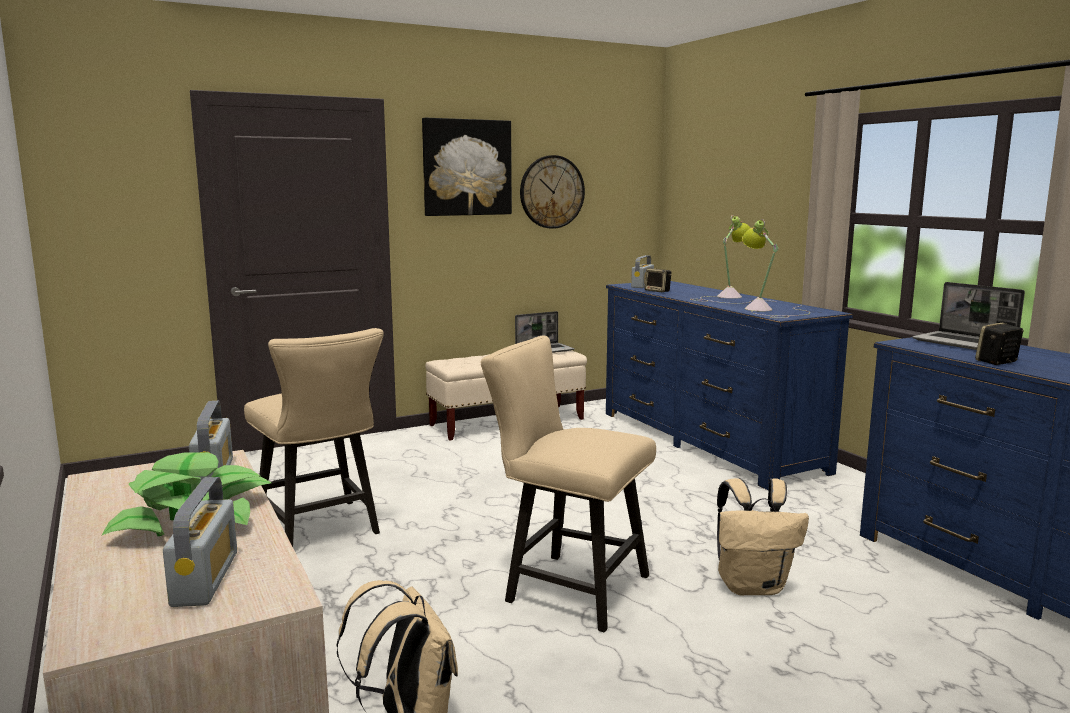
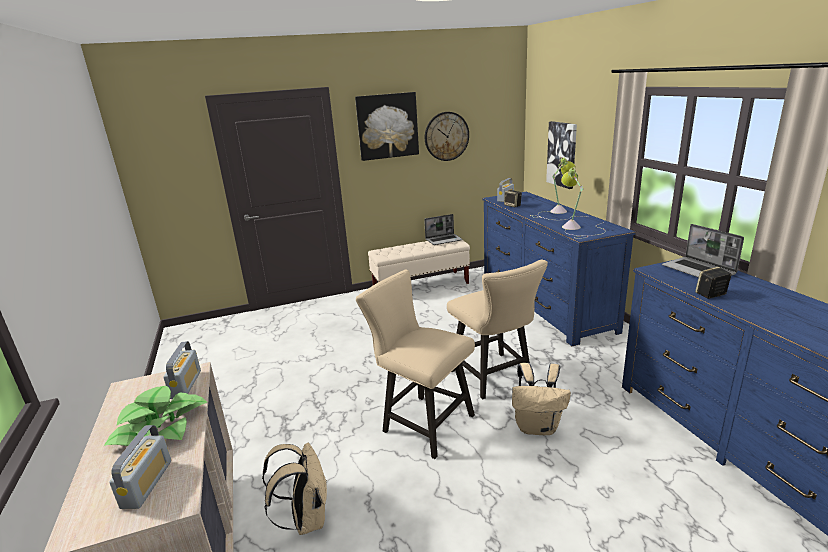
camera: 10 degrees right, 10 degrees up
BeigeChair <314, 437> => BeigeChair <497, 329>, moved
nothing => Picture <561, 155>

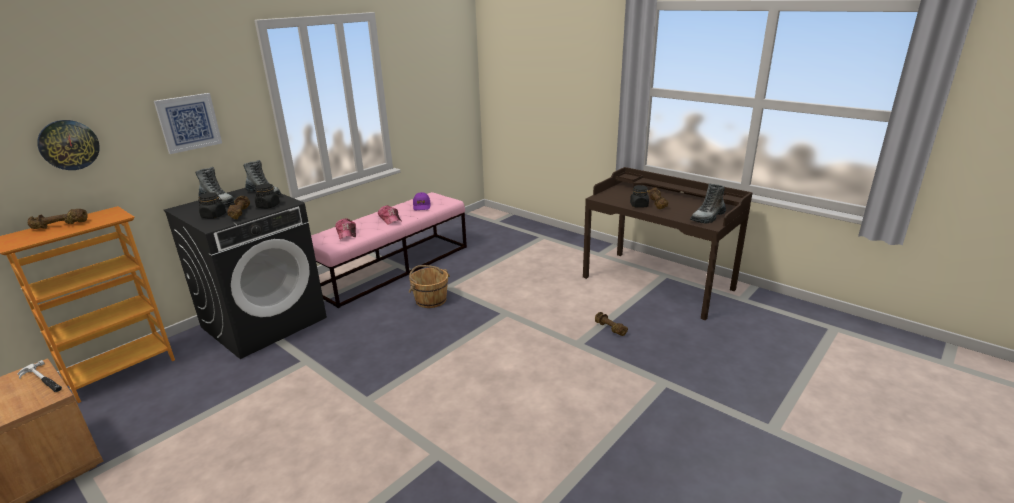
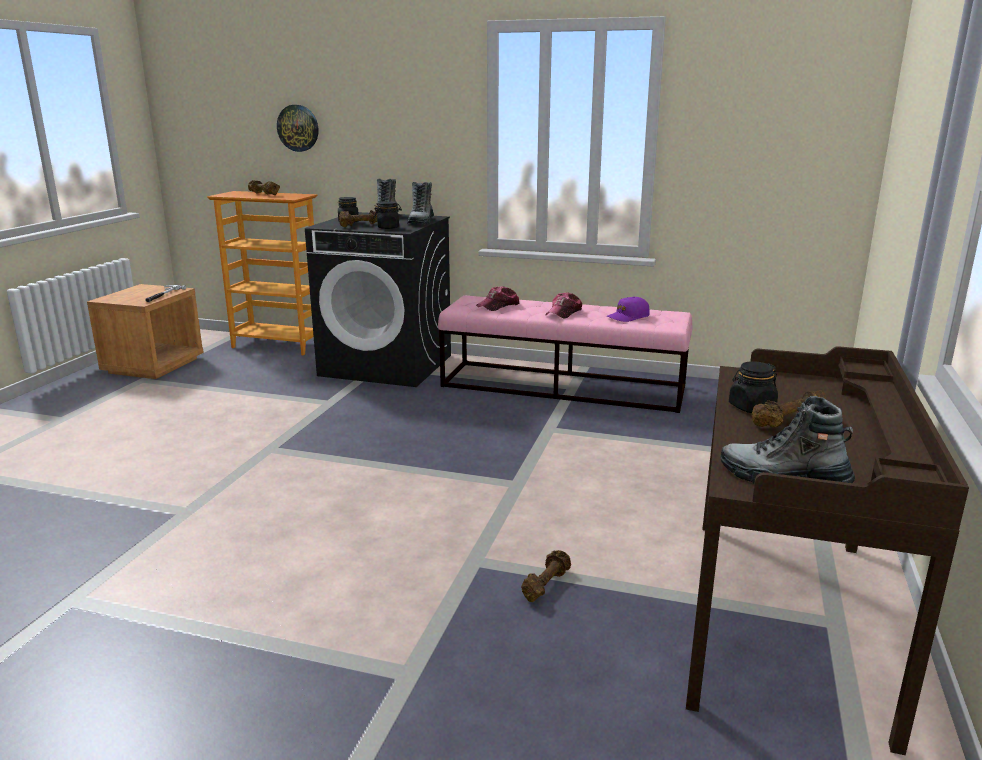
camera: 65 degrees right, 5 degrees down
Picture <188, 123> => nothing
BrownBucket <429, 286> => nothing

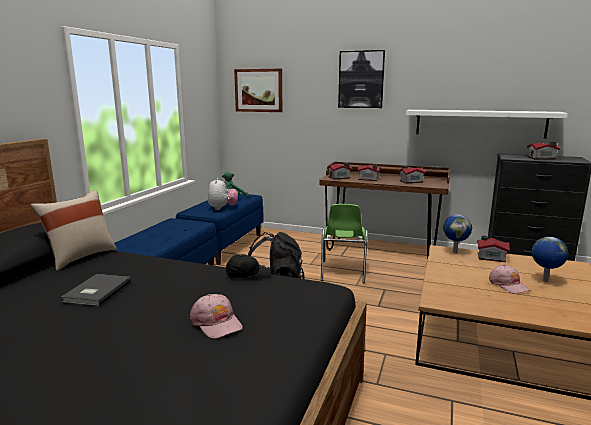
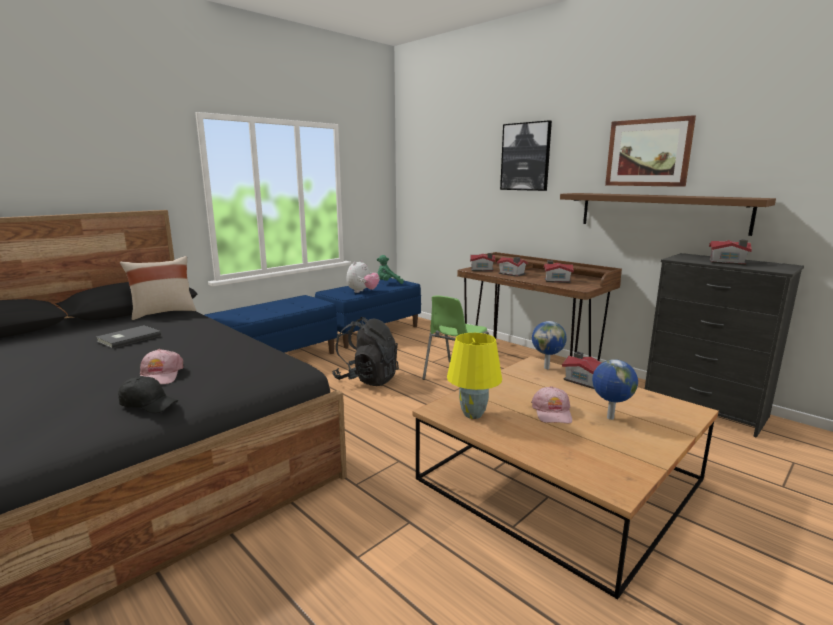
camera: 25 degrees right, 0 degrees up
Picture <258, 90> => Picture <650, 151>, moved
WhiteShelf <487, 124> => BrownShelf <668, 214>
BlackCap <248, 266> => BlackCap <148, 394>, moved
nothing => YellowTableLamp <474, 376>

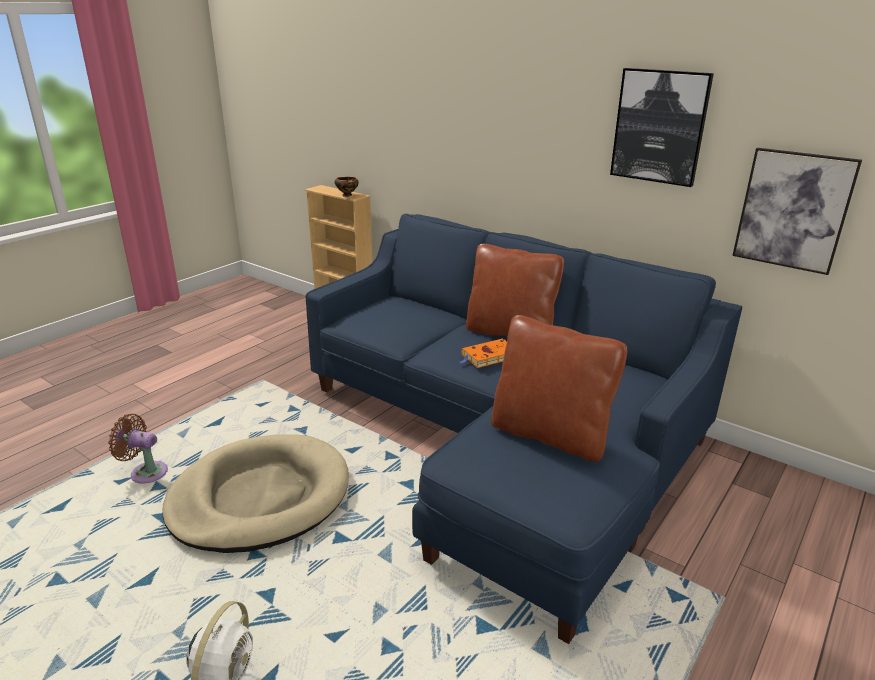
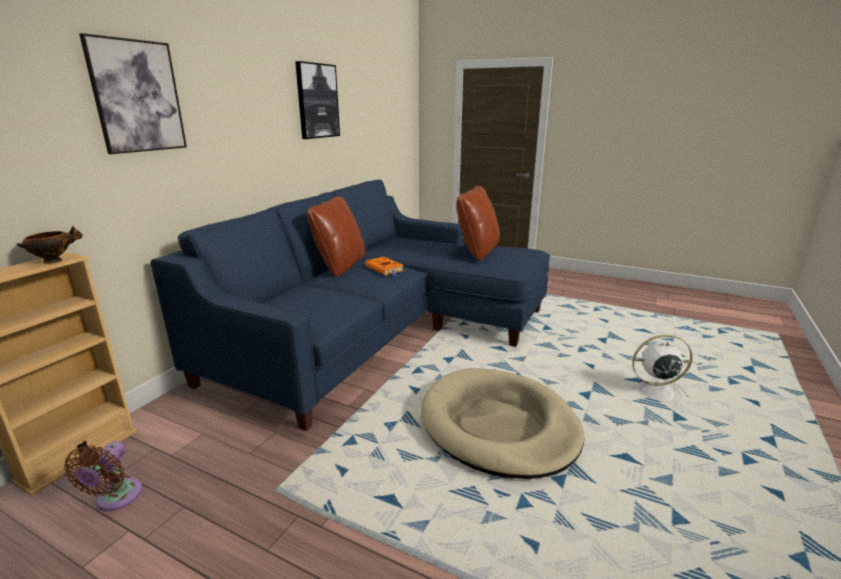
camera: 100 degrees left, 5 degrees down
Picture <797, 211> => Picture <133, 93>, moved
BrownFan <138, 449> => BrownFan <103, 476>, moved

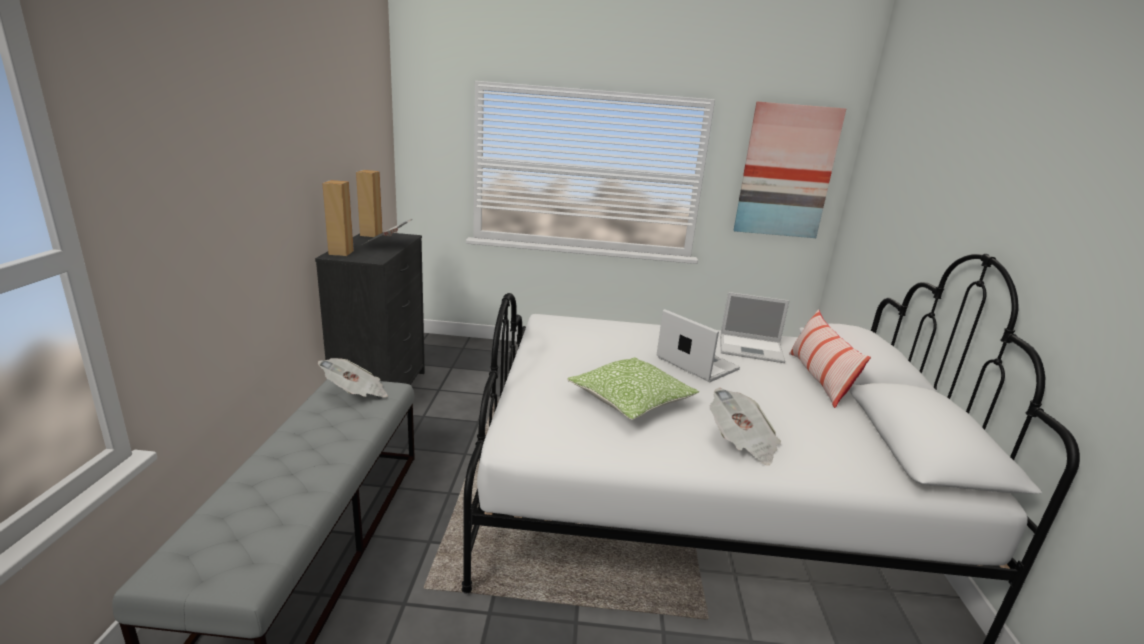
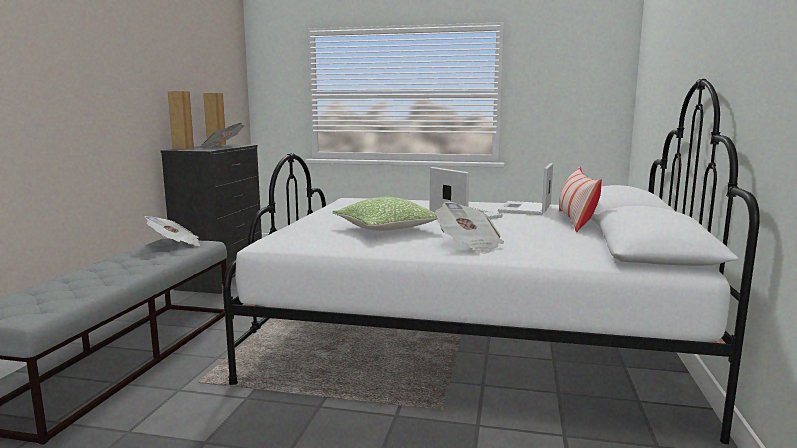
camera: 10 degrees right, 10 degrees down
Picture <790, 169> => nothing
Laptop <755, 327> => Laptop <525, 189>, 90 degrees clockwise

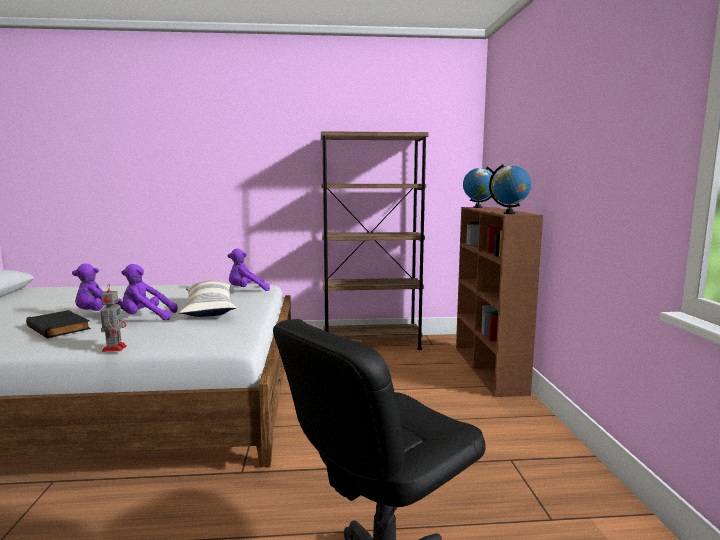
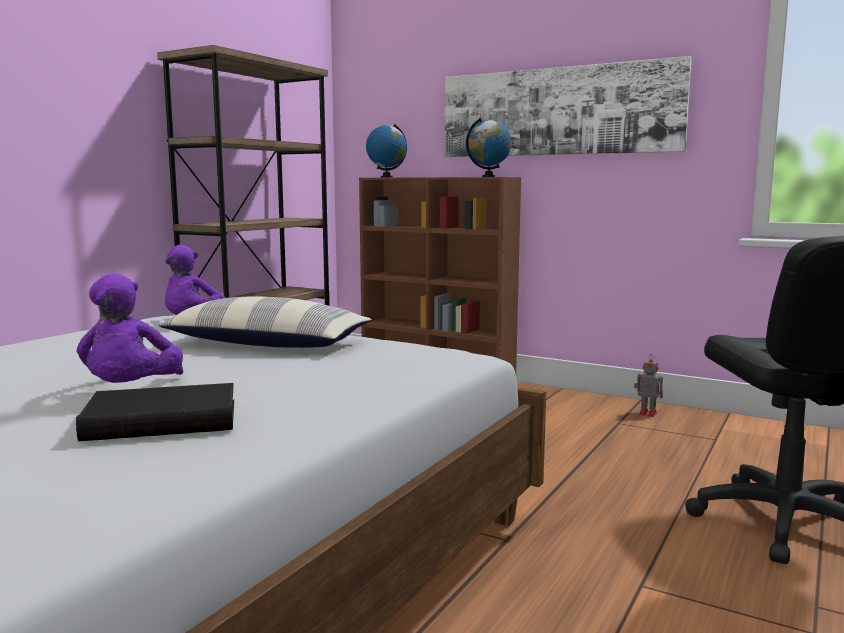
camera: 55 degrees left, 0 degrees up
PurplePlushToy <150, 292> => nothing
ToyRobot <114, 318> => ToyRobot <648, 385>, moved
nothing => Picture <568, 106>

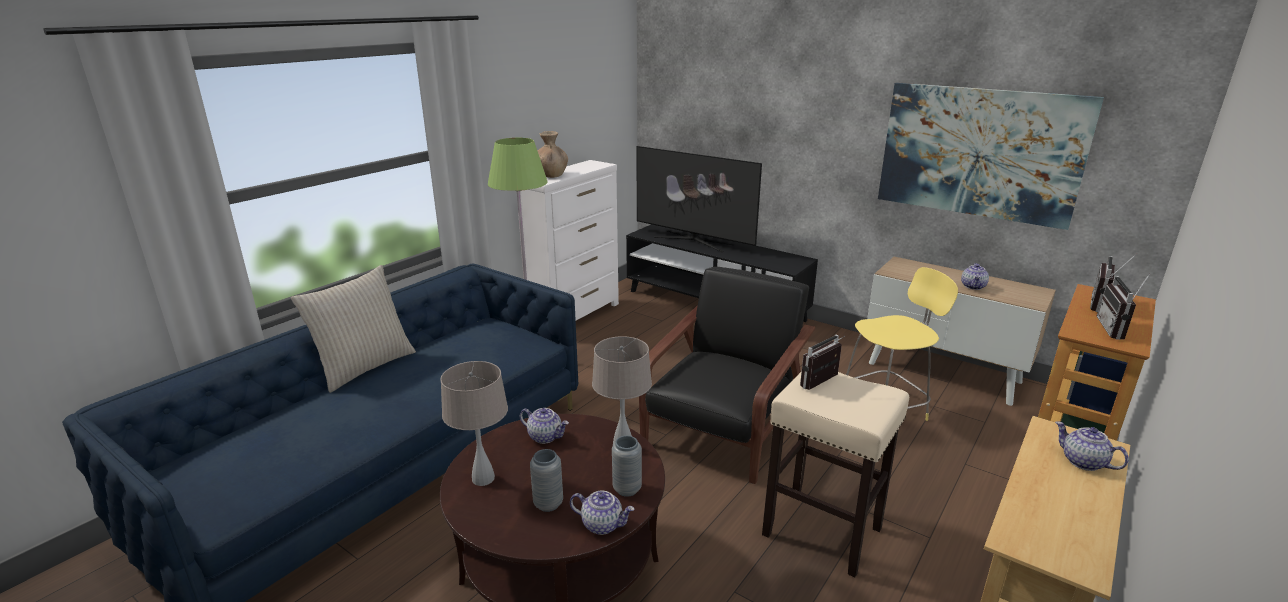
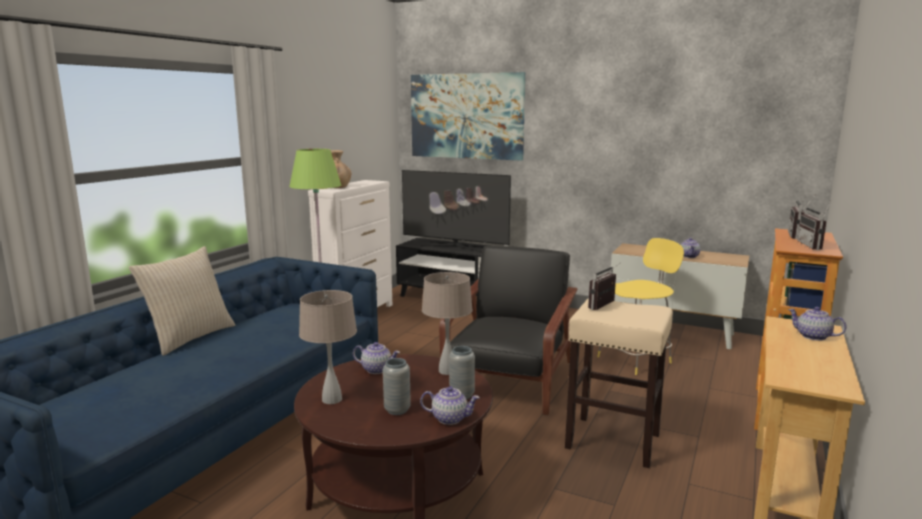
camera: 10 degrees left, 10 degrees down
Picture <991, 156> => Picture <468, 116>, moved

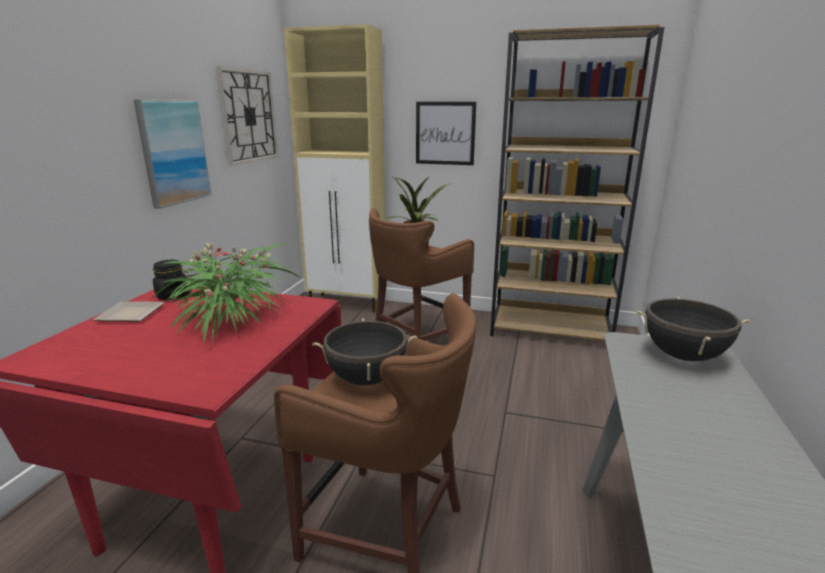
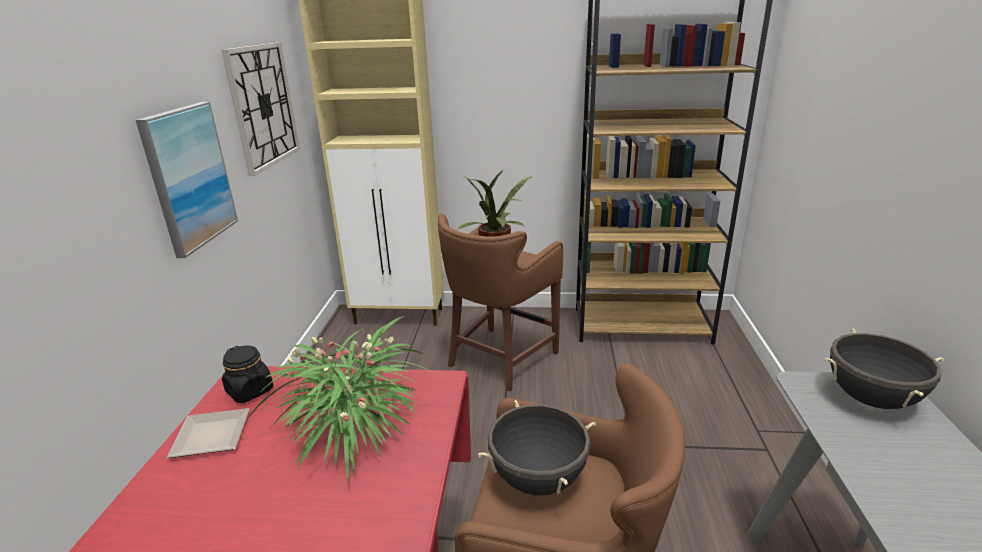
camera: 10 degrees left, 5 degrees up
Picture <446, 133> => nothing

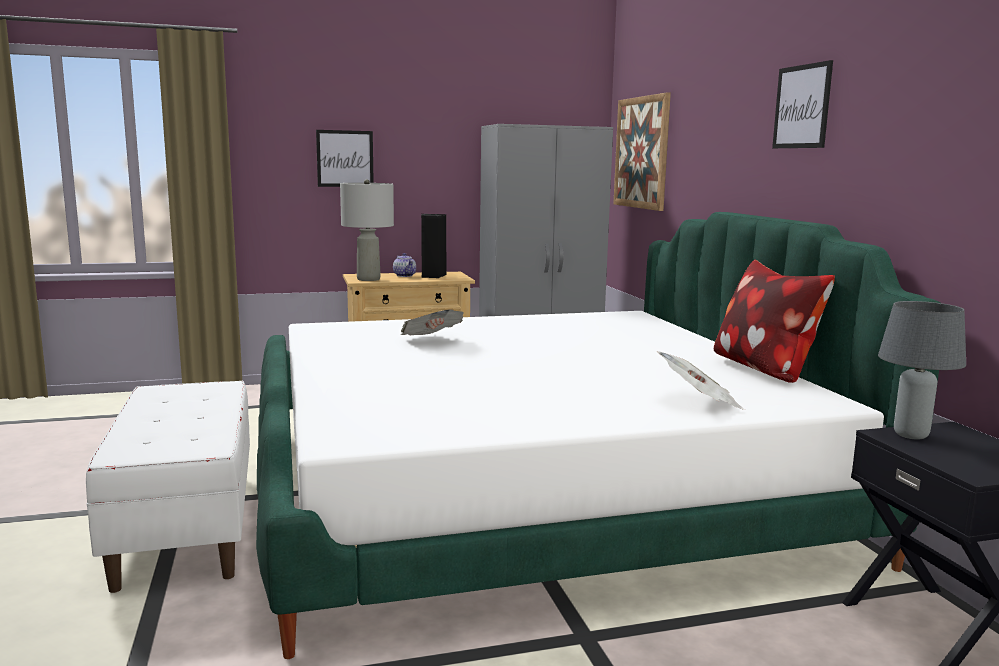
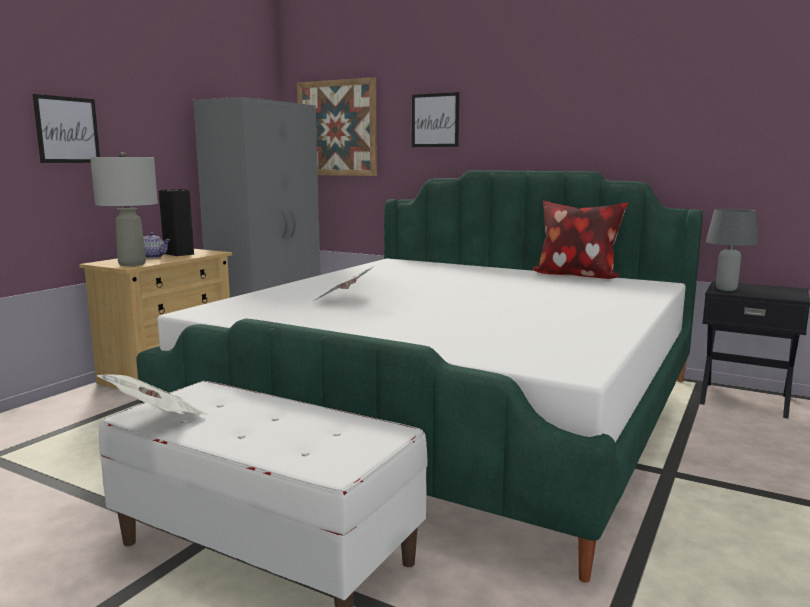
camera: 45 degrees left, 0 degrees up
Picture <802, 104> => Picture <435, 119>, moved
Newspaper <701, 380> => Newspaper <152, 394>, moved

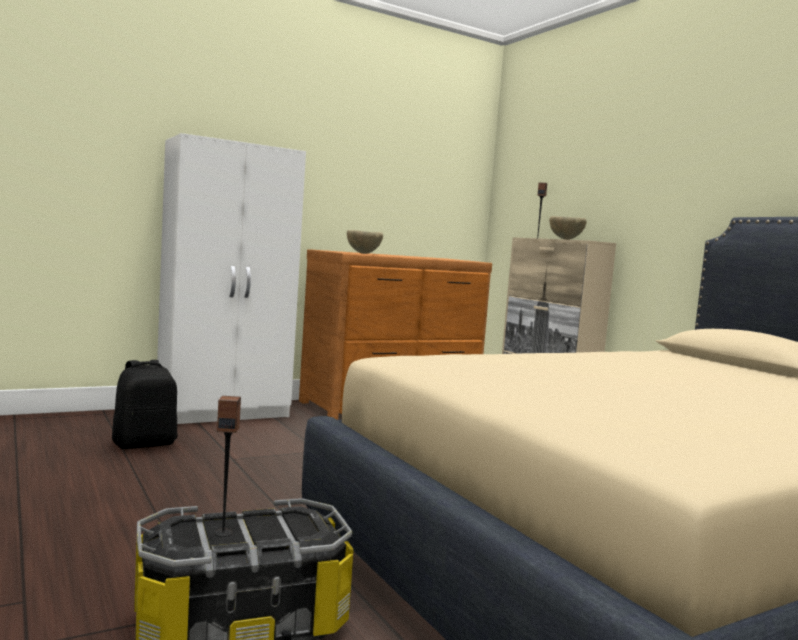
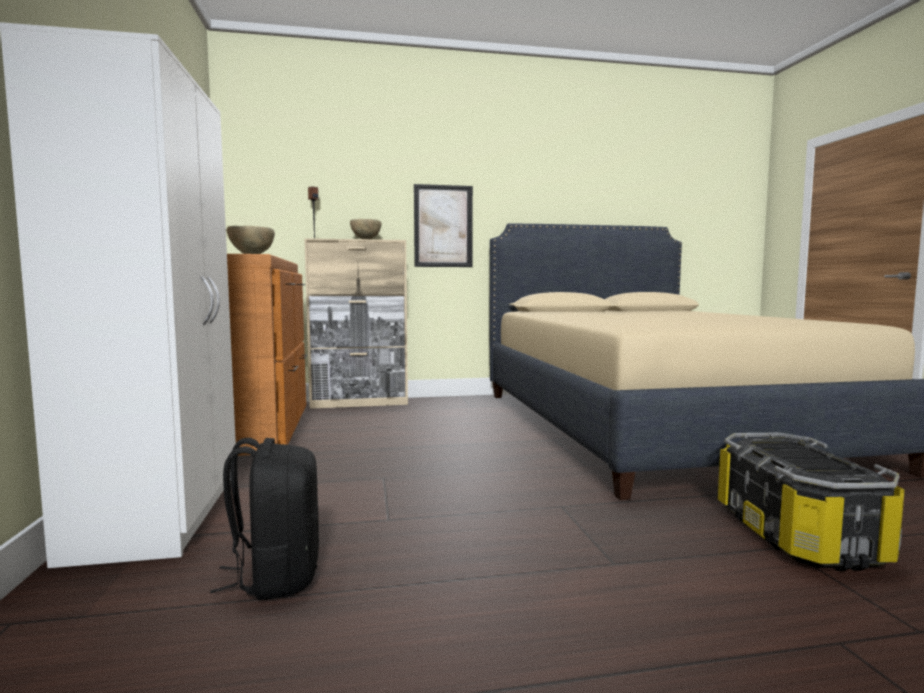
camera: 70 degrees left, 0 degrees up
Speaker <227, 466> => nothing
nothing => Picture <443, 225>

